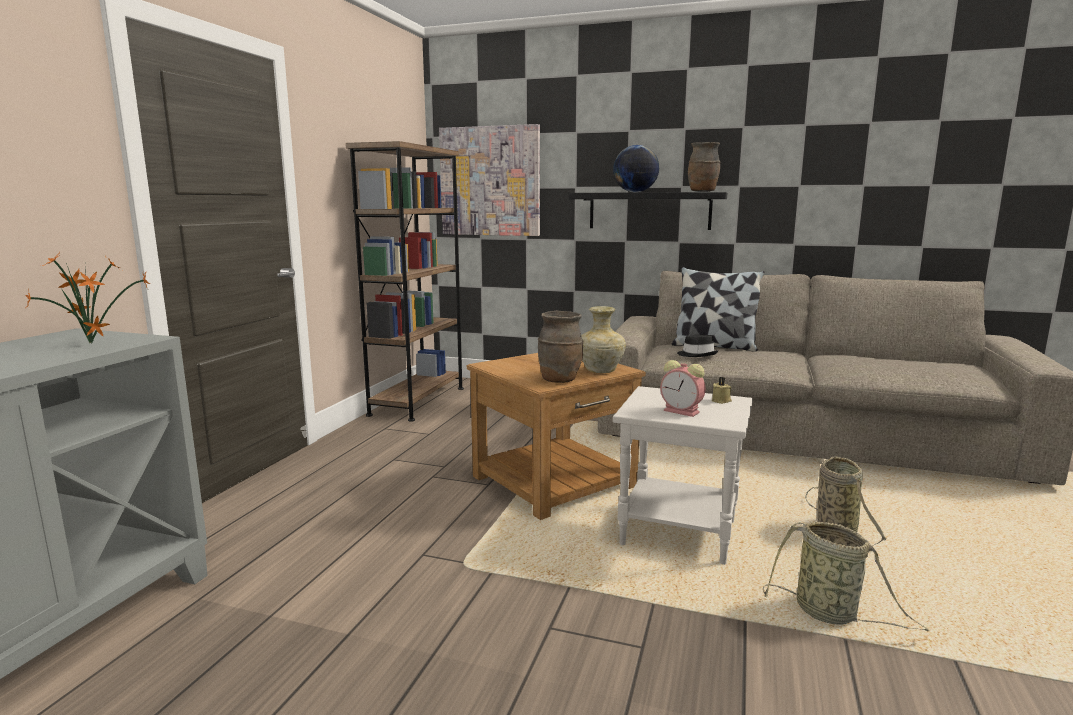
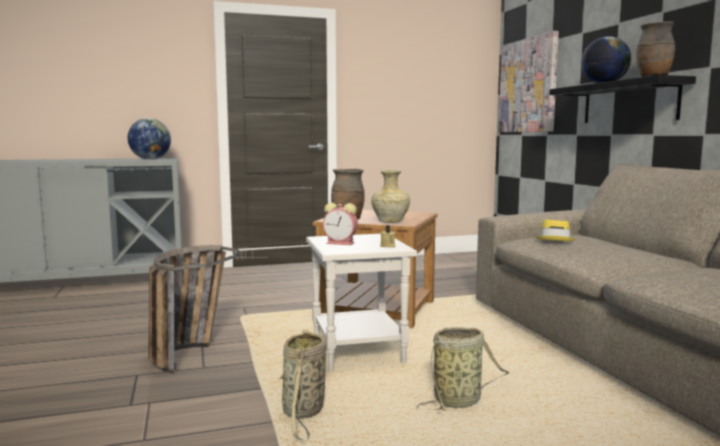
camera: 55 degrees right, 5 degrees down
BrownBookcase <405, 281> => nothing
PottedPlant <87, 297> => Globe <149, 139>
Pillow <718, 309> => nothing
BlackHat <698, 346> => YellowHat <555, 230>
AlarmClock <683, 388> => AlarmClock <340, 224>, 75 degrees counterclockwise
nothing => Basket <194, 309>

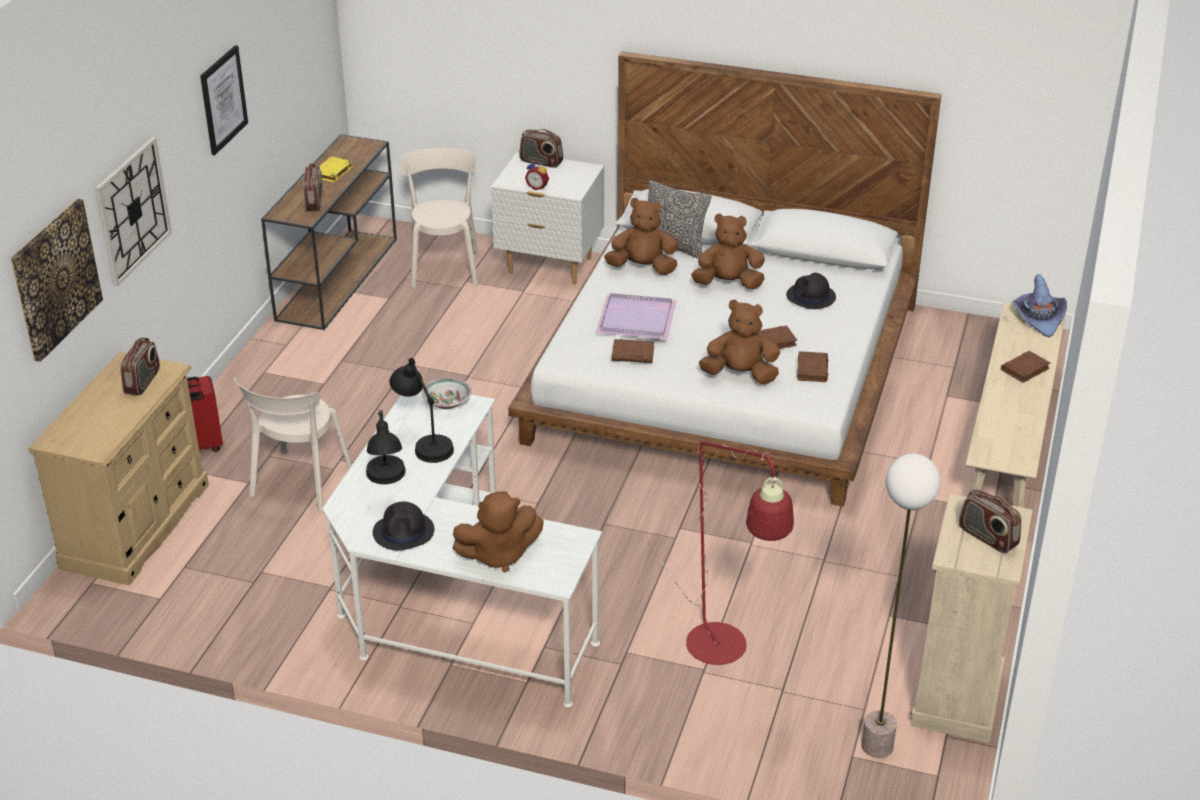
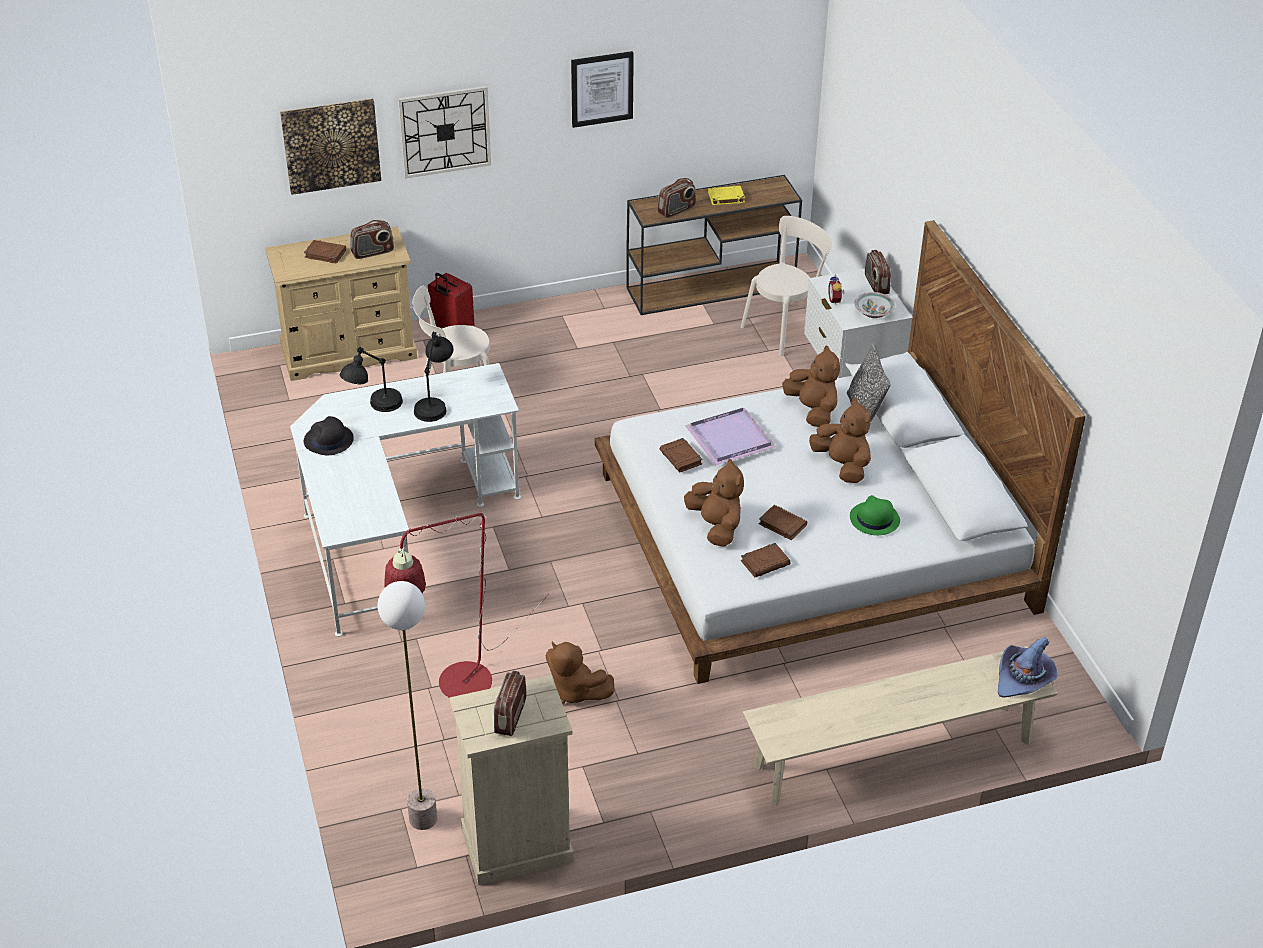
camera: 55 degrees right, 5 degrees up
BlackHat <811, 291> => GreenHat <875, 515>
BrownBook <1025, 367> => BrownBook <325, 252>, moved
Bowl <447, 393> => Bowl <875, 305>, moved
BrownPlushToy <498, 532> => BrownPlushToy <580, 673>, moved

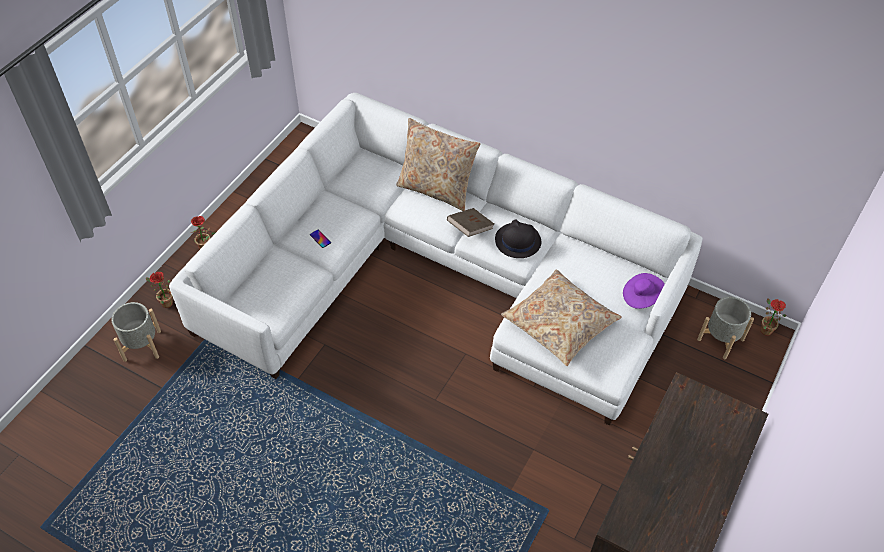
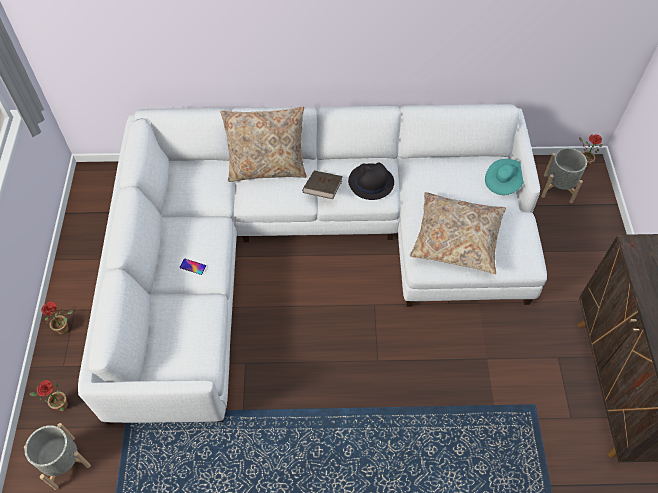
camera: 30 degrees left, 5 degrees up
PurpleHat <644, 291> => TurquoiseHat <504, 177>

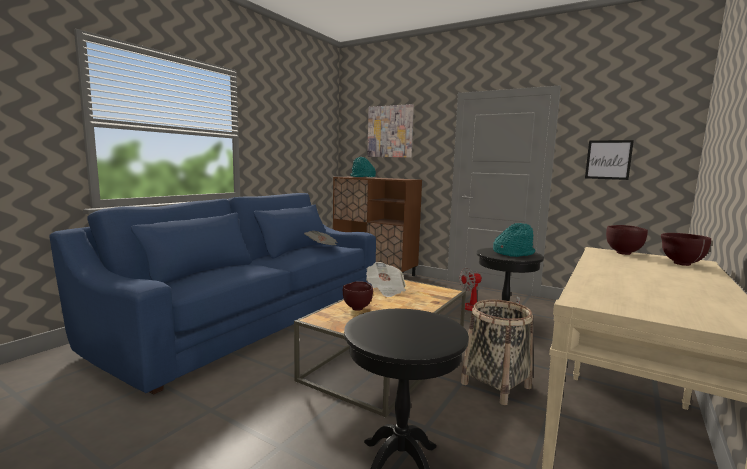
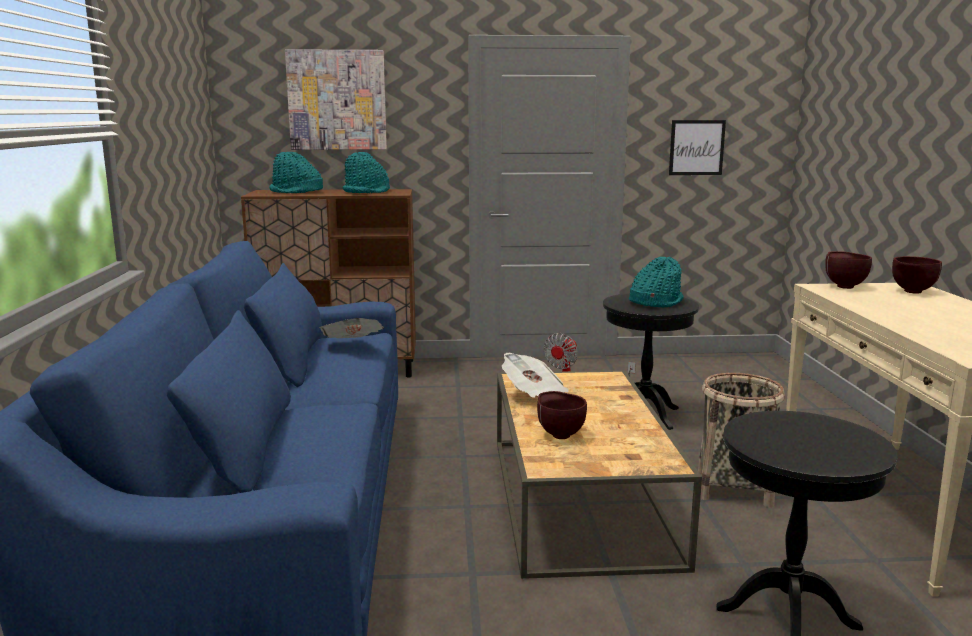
camera: 35 degrees left, 5 degrees up
nothing => TurquoiseHat <366, 172>

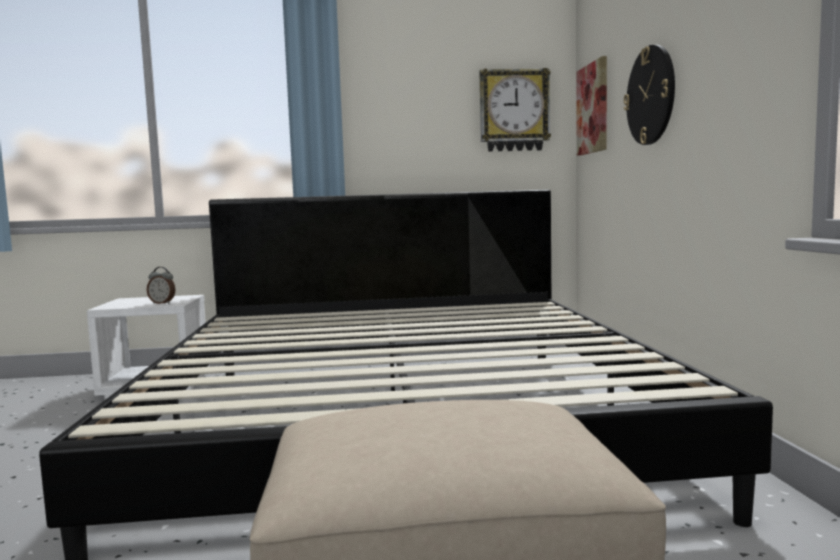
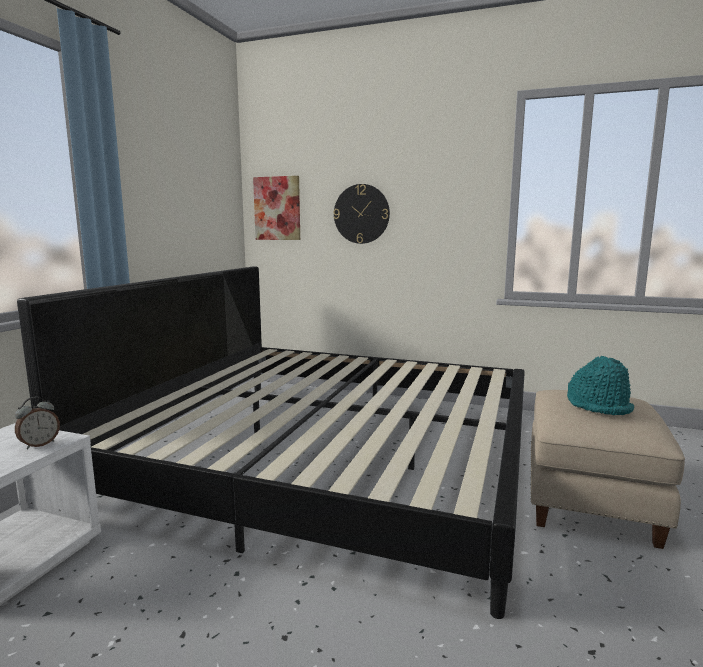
camera: 65 degrees left, 5 degrees up
WallClock <515, 110> => nothing
nothing => TurquoiseHat <600, 385>

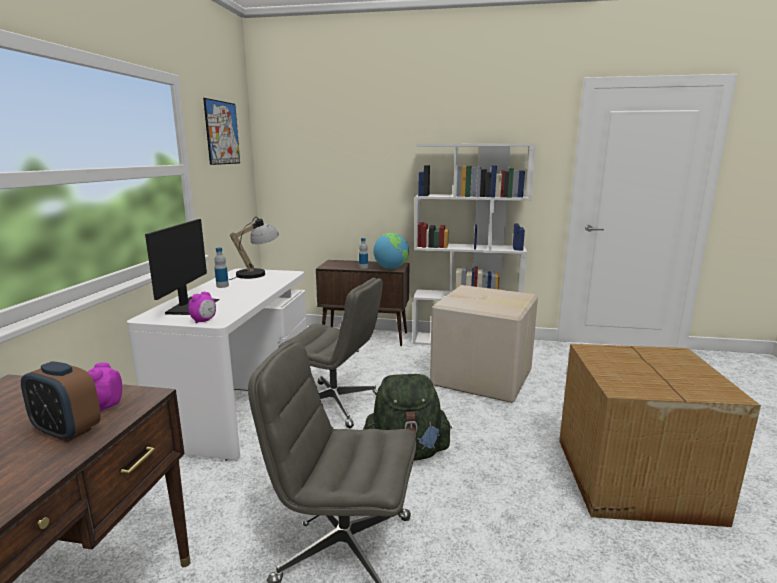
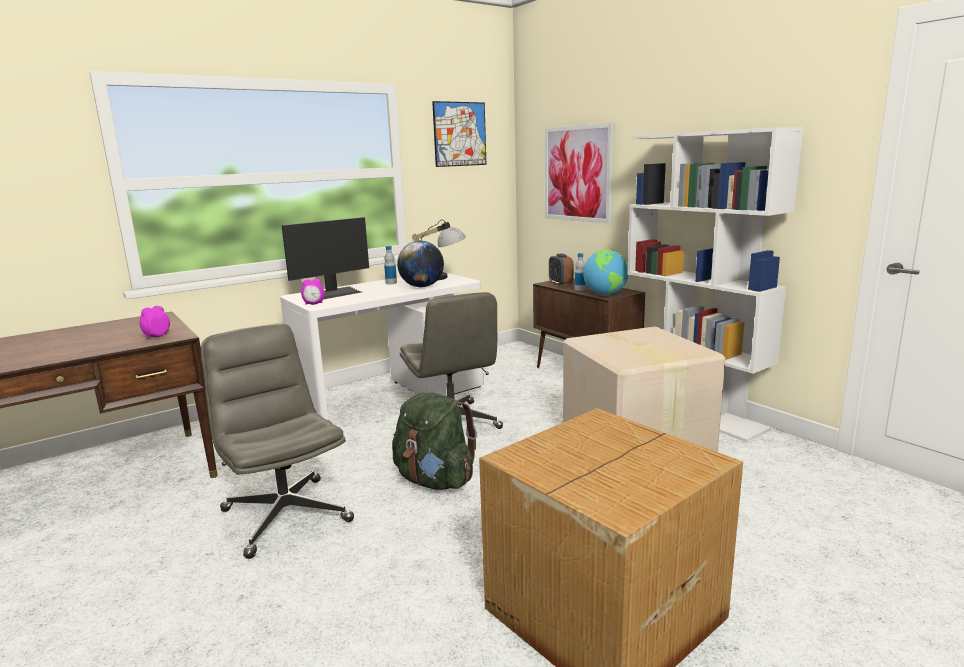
camera: 45 degrees right, 0 degrees up
AlarmClock <61, 401> => AlarmClock <561, 270>, moved
nothing => Picture <579, 173>
nothing => Globe <420, 264>

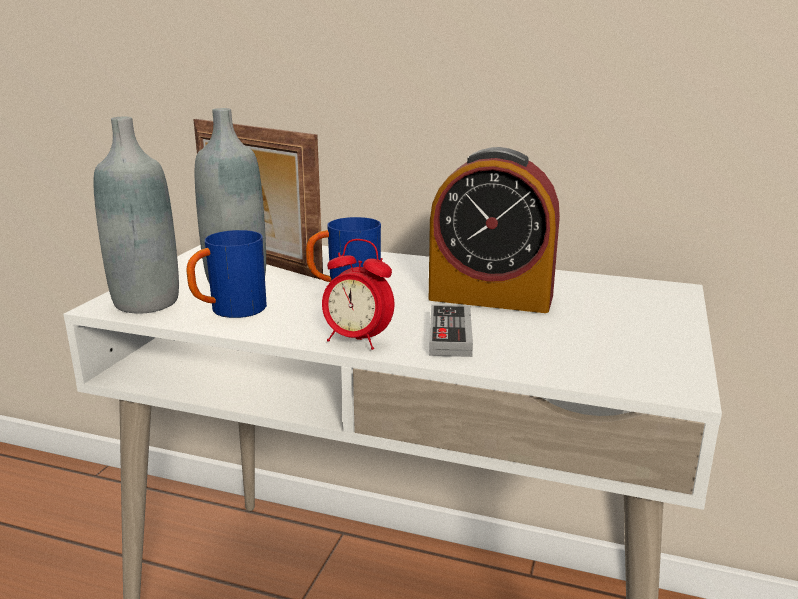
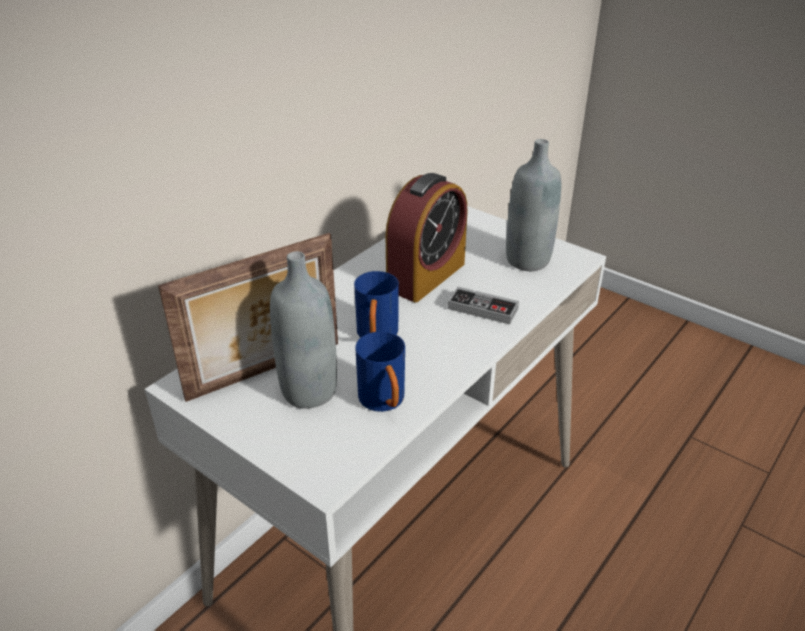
camera: 70 degrees left, 15 degrees up
GreyBottle <136, 215> => GreyBottle <533, 205>, moved
AlarmClock <358, 294> => nothing

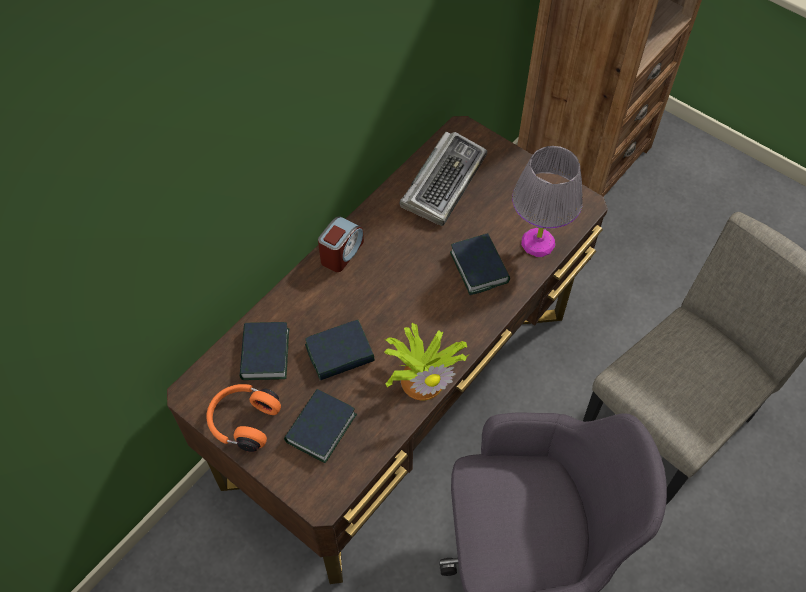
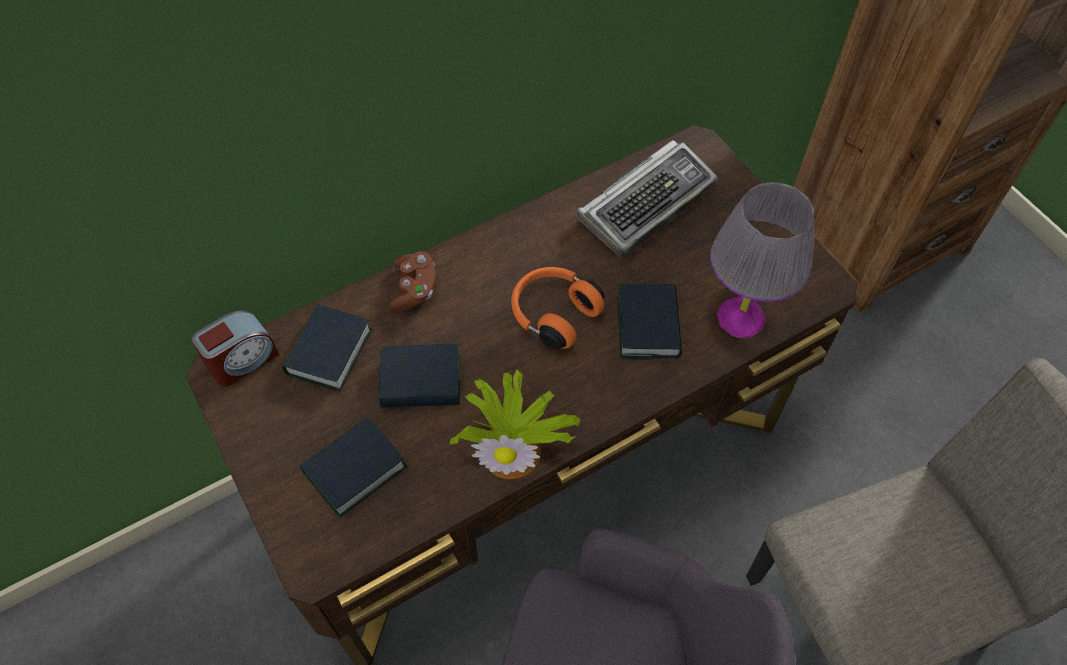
camera: 20 degrees right, 0 degrees up
AlarmClock <341, 244> => AlarmClock <235, 348>, moved
OrangeHeadphones <243, 418> => OrangeHeadphones <557, 308>, moved
nothing => BrownGameController <413, 280>

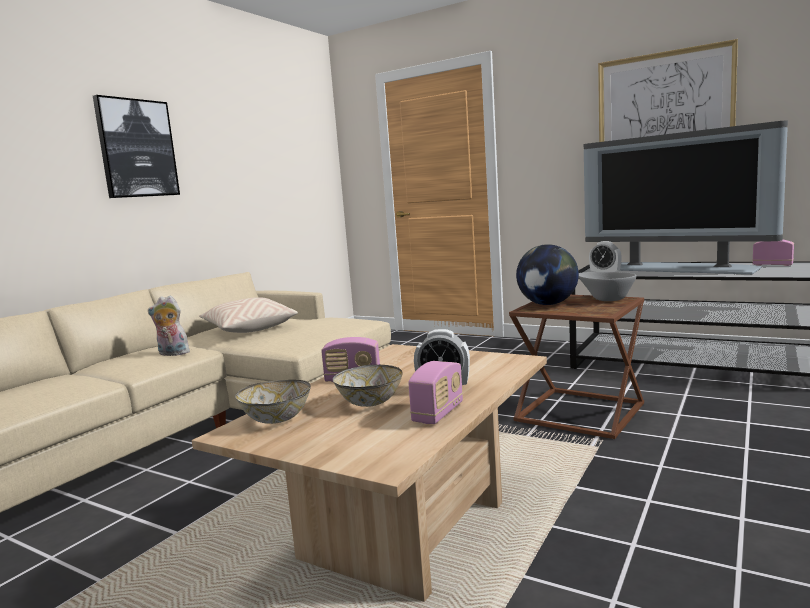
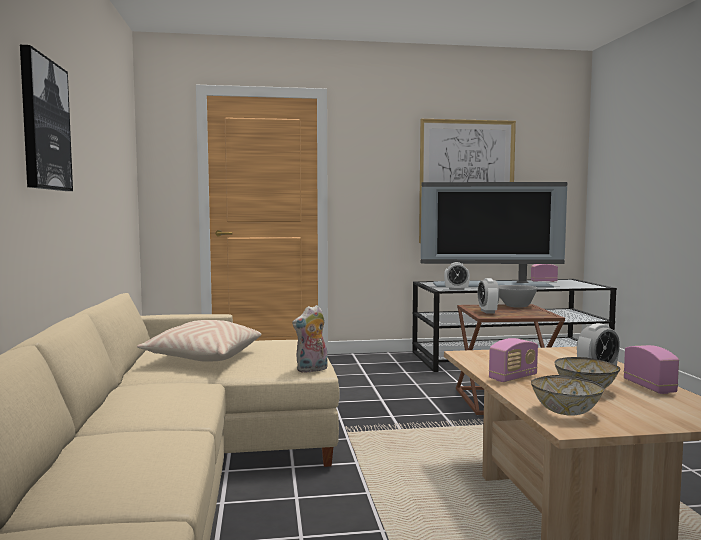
camera: 40 degrees left, 5 degrees down
Globe <547, 274> => AlarmClock <488, 296>
PlushToy <169, 325> => PlushToy <310, 339>, moved

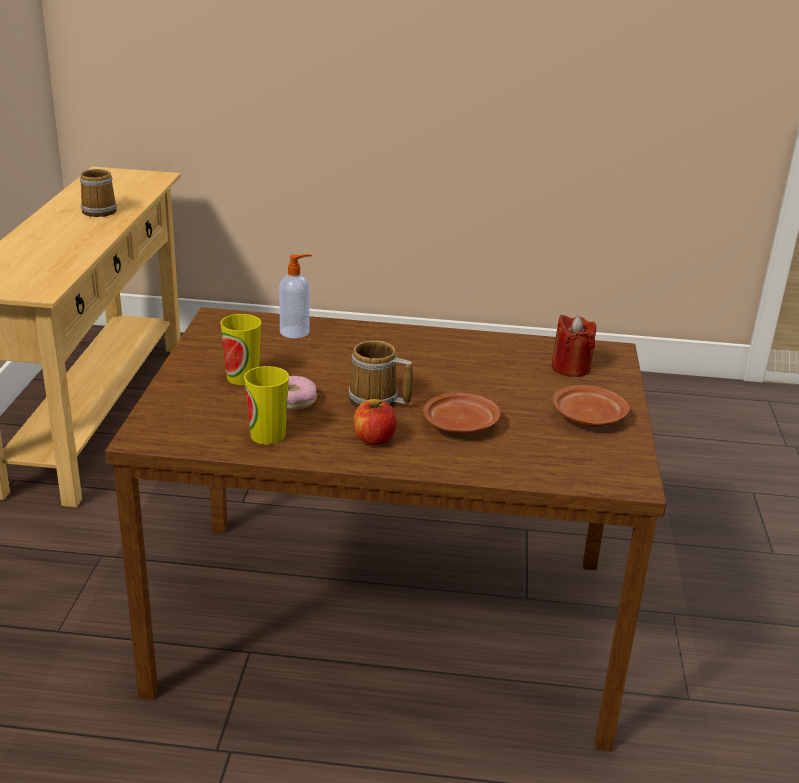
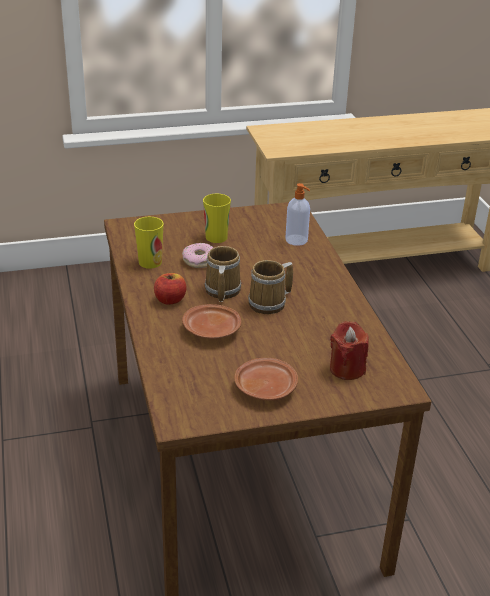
camera: 70 degrees right, 5 degrees up
Mug <98, 193> => Mug <270, 287>, moved

